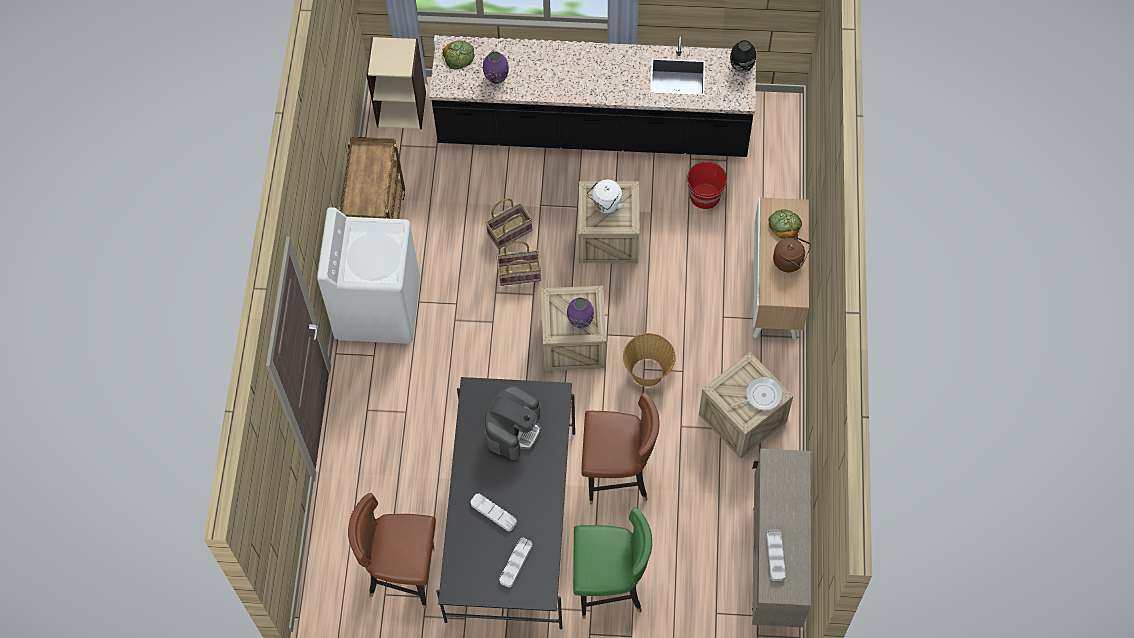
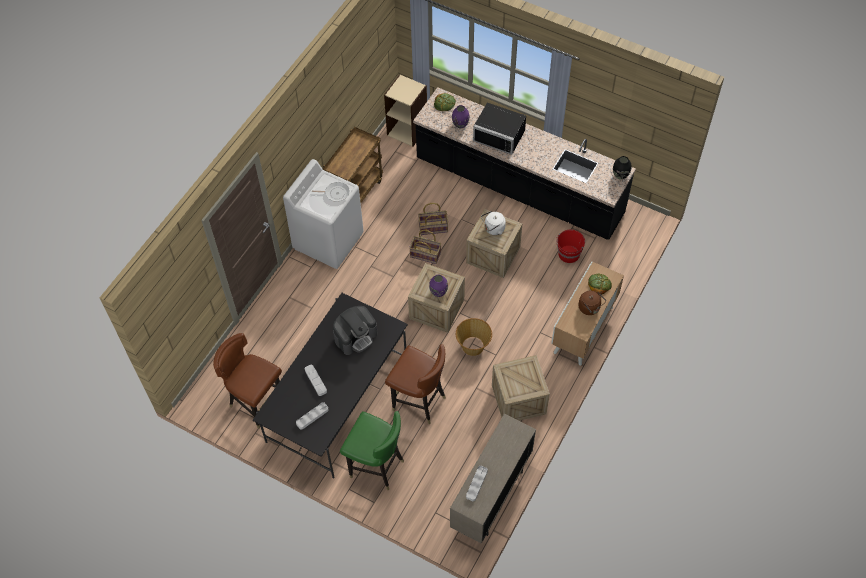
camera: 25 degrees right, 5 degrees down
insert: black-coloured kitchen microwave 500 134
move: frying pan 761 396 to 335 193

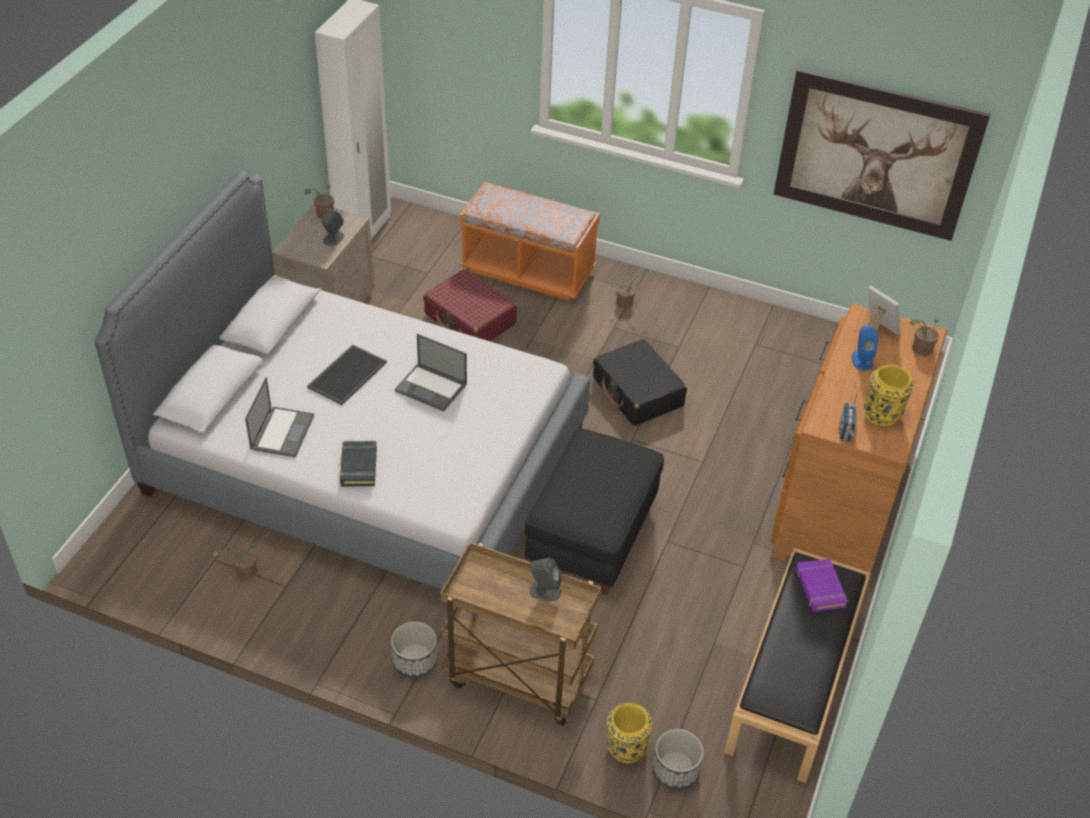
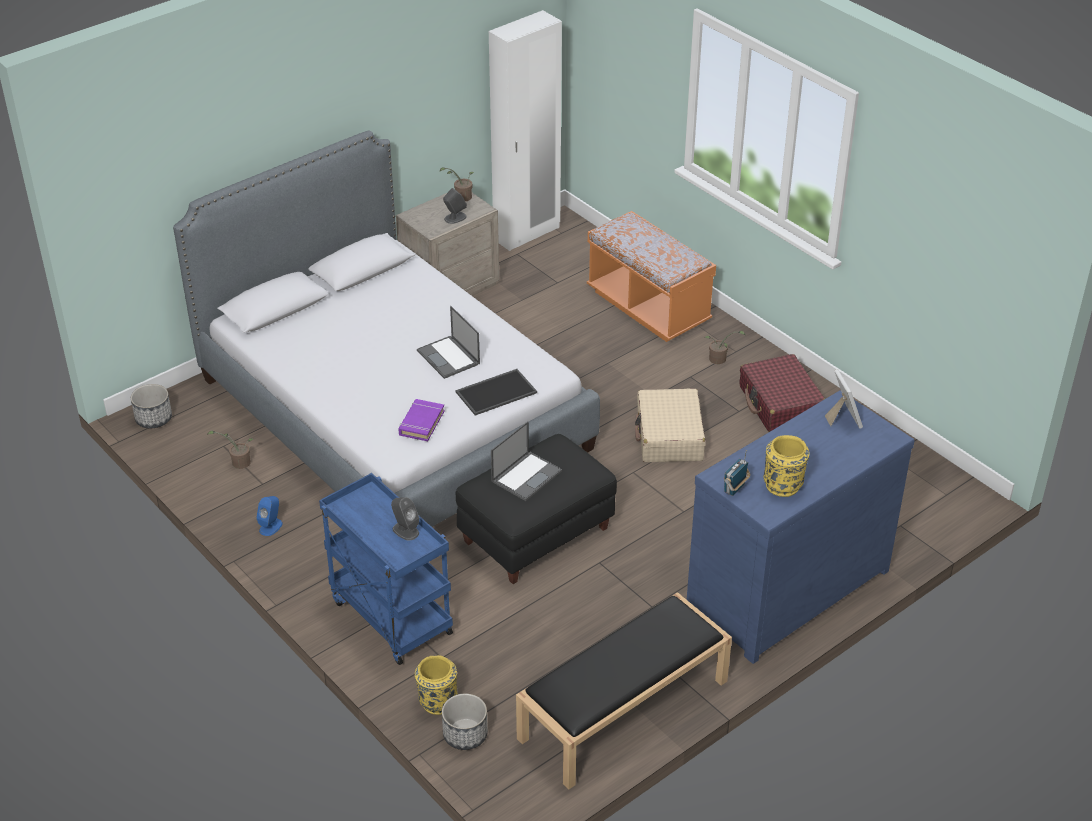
camera: 30 degrees right, 5 degrees down
delete: black-coloured bound book 358 466; wall picture 876 155; potted plant 919 349
move: flower pot 415 661 to 154 418; blue-coloured speaker 862 360 to 271 526; purple bound book 820 588 to 421 423; carrying tray 346 374 to 496 391; portable computer 282 431 to 527 475; reddish travel case 470 319 to 780 404
recolor: brownish wheeled cart 516 678 to blue-coloured wheeled cart 389 616; black-coloured travel case 637 392 to sand-coloured travel case 669 436; brownish drawer chest 837 502 to blue-coloured drawer chest 784 587

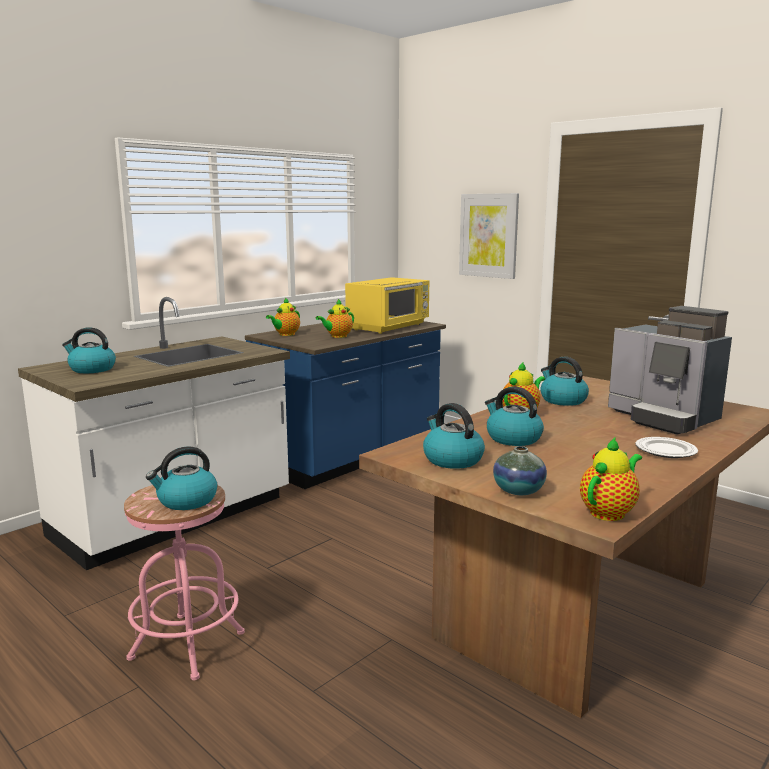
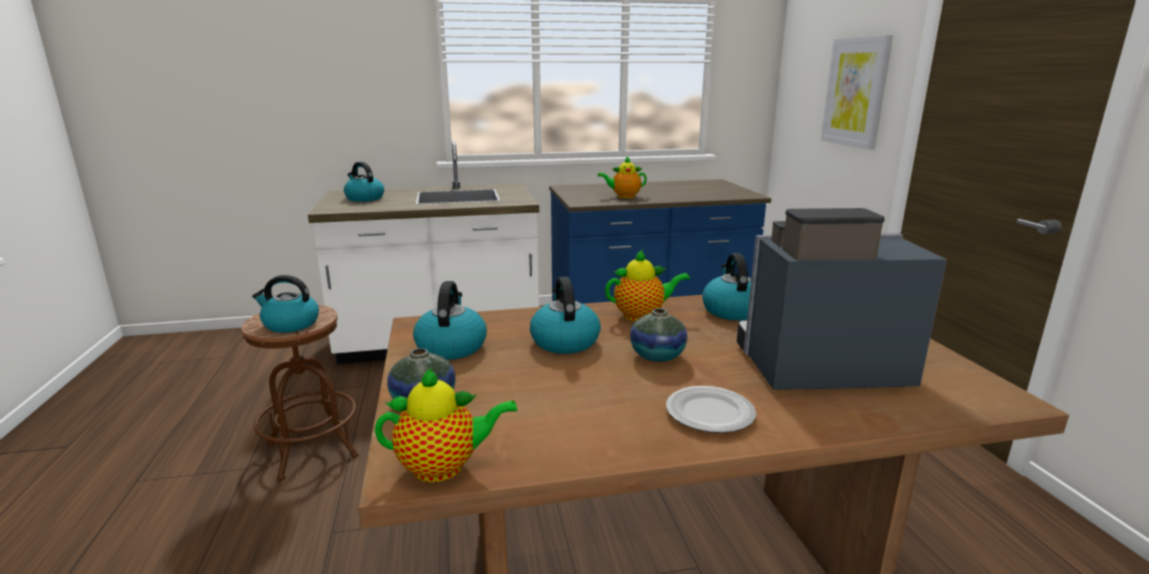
camera: 35 degrees right, 5 degrees up
delete: tea pot 285 334; yellowish kitchen microwave 389 327
insert: decorative vase 657 356
recolor: pinkish sitting stool 187 645 to brownish sitting stool 312 450
rotate: coffee maker 663 418 = 815 368 90 degrees clockwise

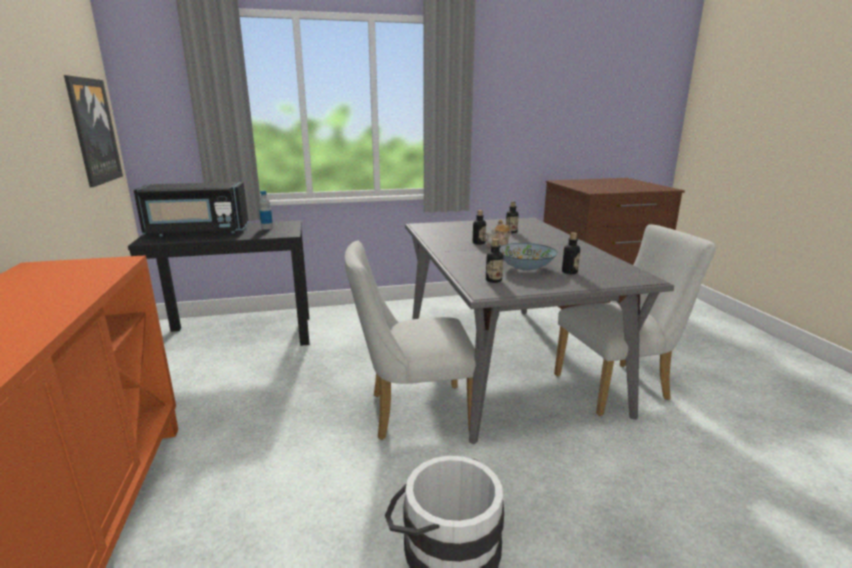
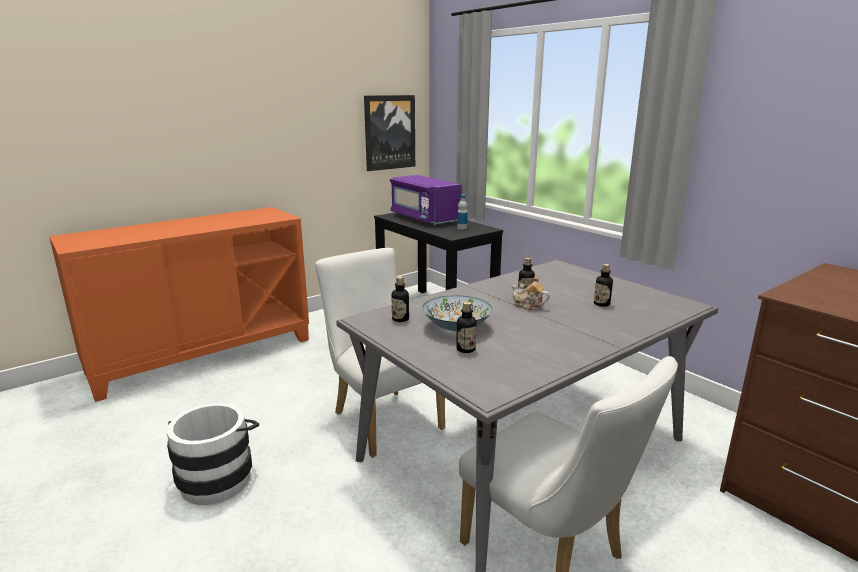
camera: 65 degrees right, 0 degrees up
recolor: black-coloured kitchen microwave 197 232 to purple kitchen microwave 424 218

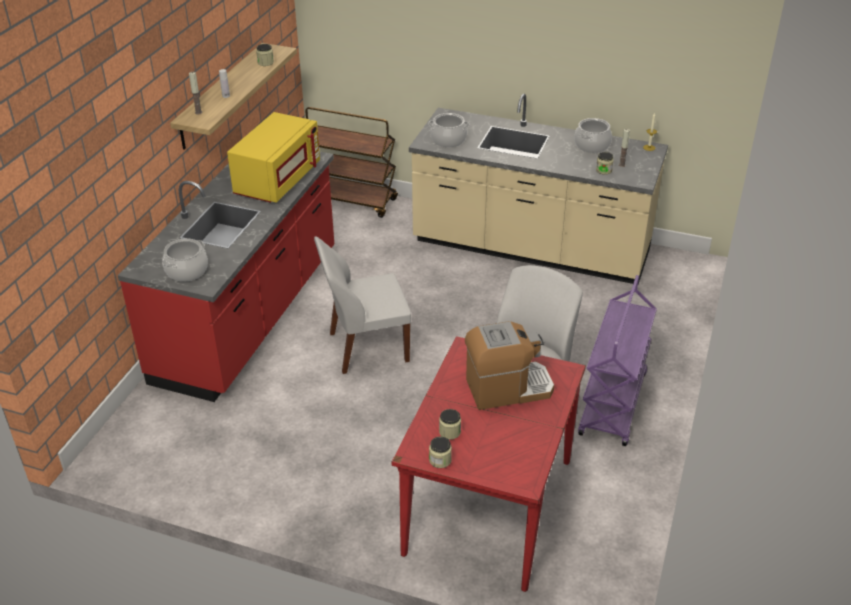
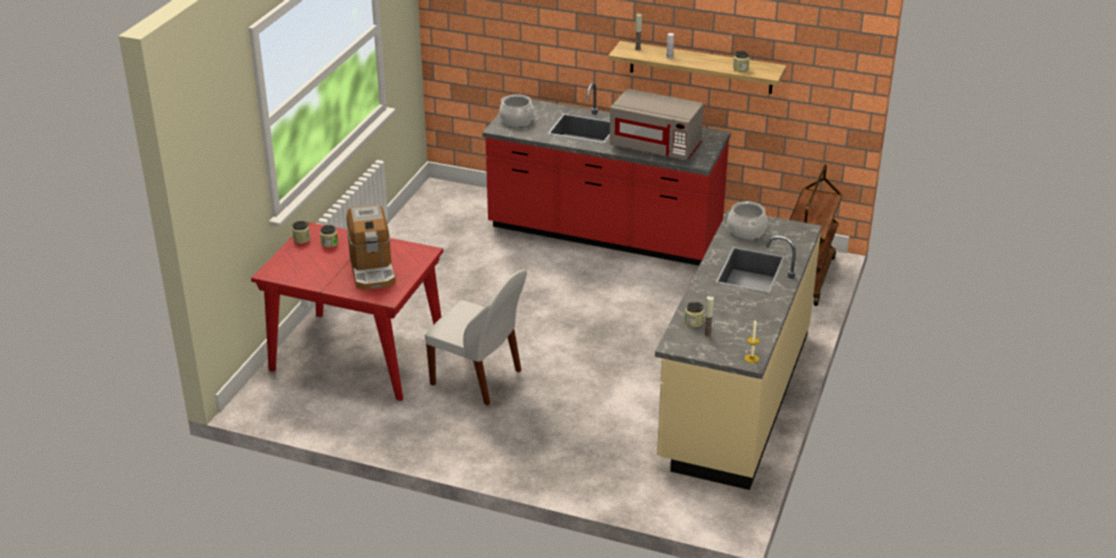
camera: 90 degrees right, 5 degrees down
delete: white chair 366 347; saucepot 592 145; purple wheeled cart 613 405
recolor: yellowish kitchen microwave 277 180 to grey kitchen microwave 656 147

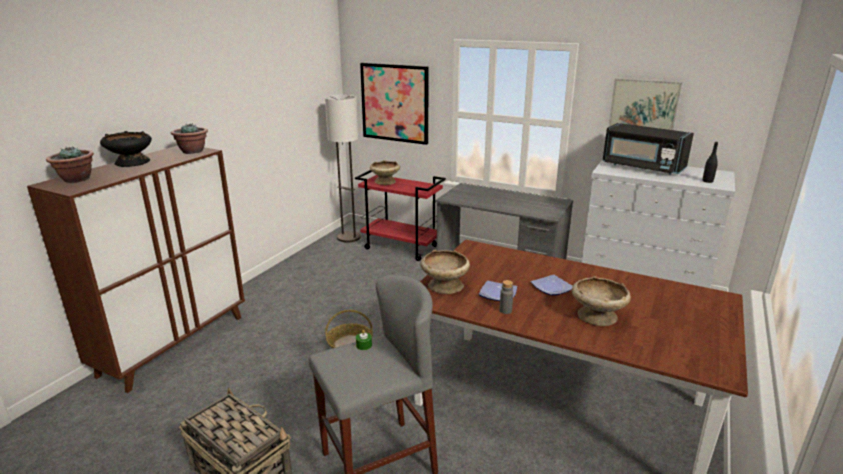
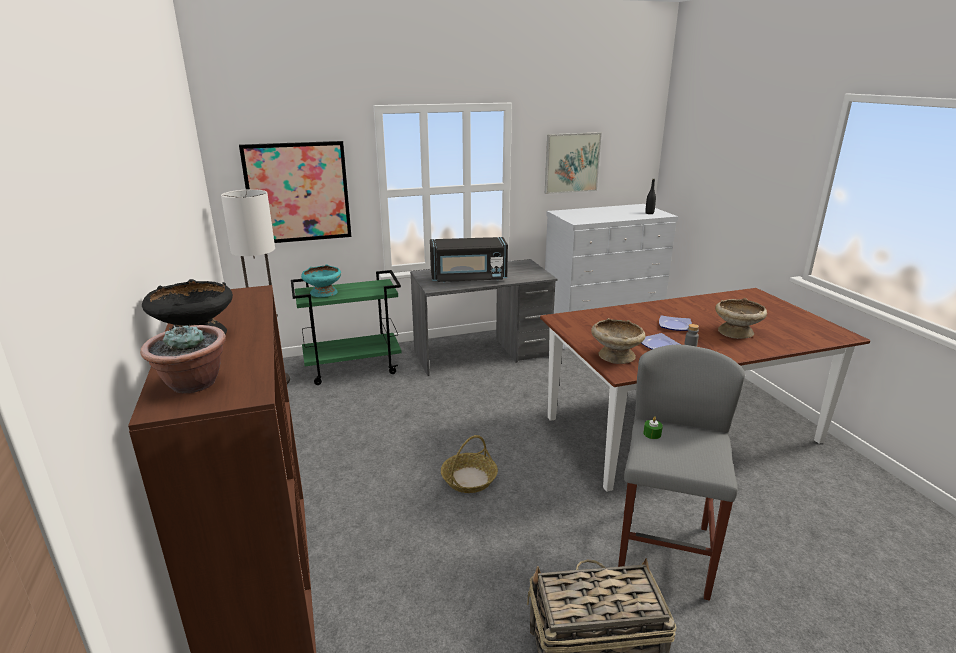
camera: 45 degrees left, 0 degrees up
delete: potted plant 192 151
move: black-coloured kitchen microwave 642 167 to 468 278
recolor: reddish wheeled cart 402 247 to green-coloured wheeled cart 354 368; sand-coloured serving bowl 385 181 to turquoise serving bowl 323 292

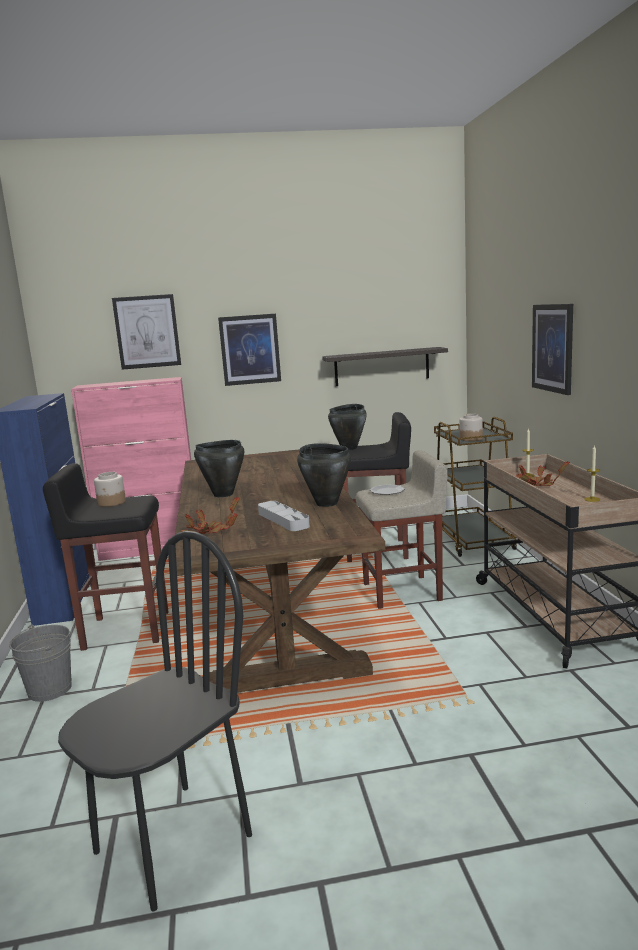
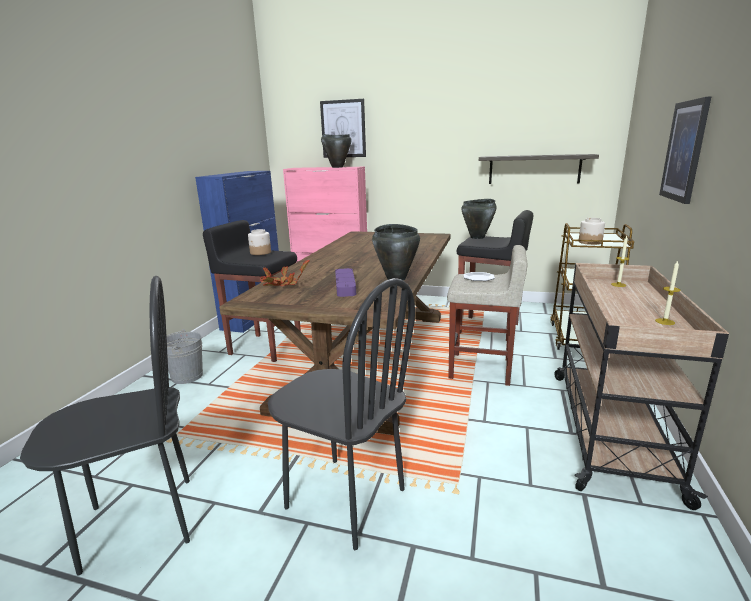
camera: 25 degrees right, 5 degrees up
delete: wall picture 250 349; potted plant 536 486
insert: black-coloured chair 345 499
move: black-coloured saucepot 223 494 to 337 167
recolor: grey carrying tray 283 520 to purple carrying tray 345 285

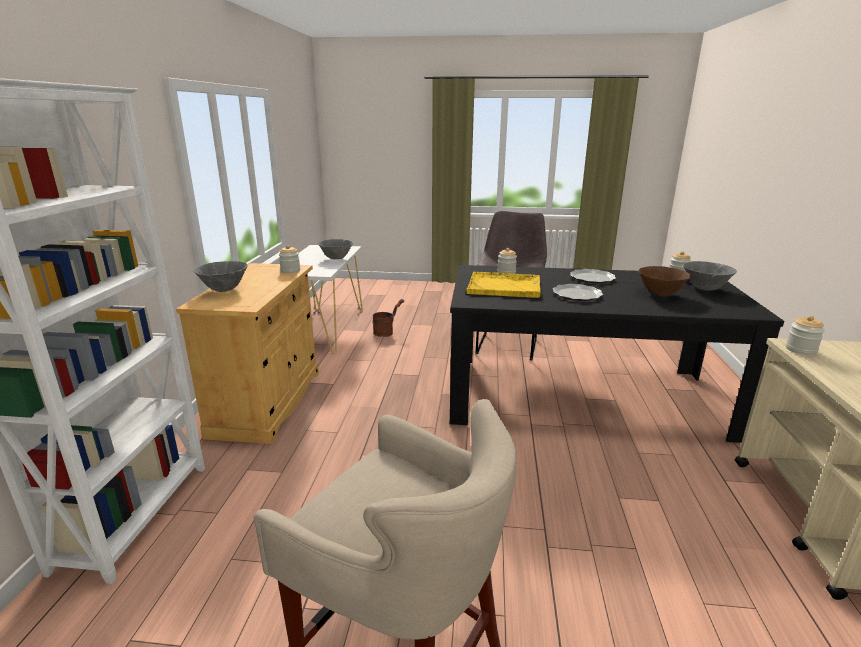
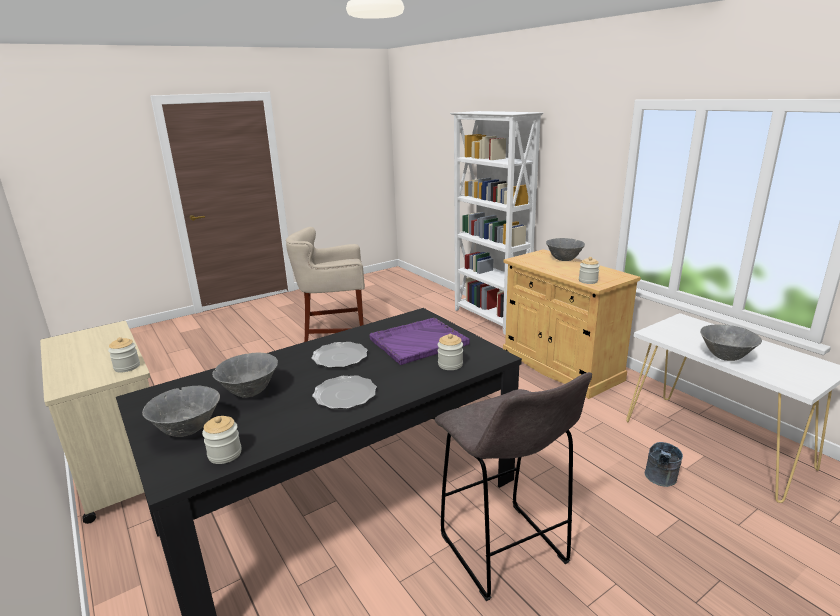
camera: 140 degrees right, 0 degrees up
recolor: brownish serving bowl 660 294 to grey serving bowl 250 392; yellowish carrying tray 505 286 to purple carrying tray 418 342; brownish bucket 387 333 to grey bucket 660 480

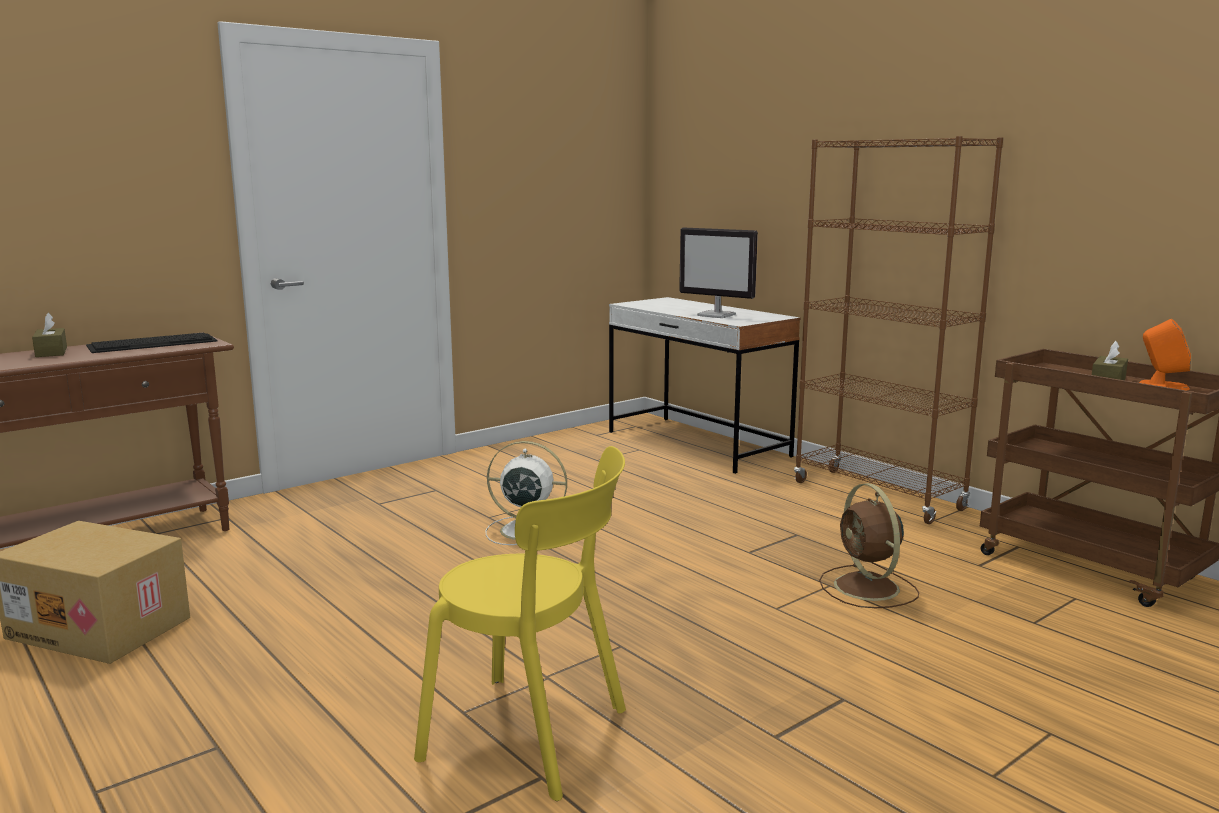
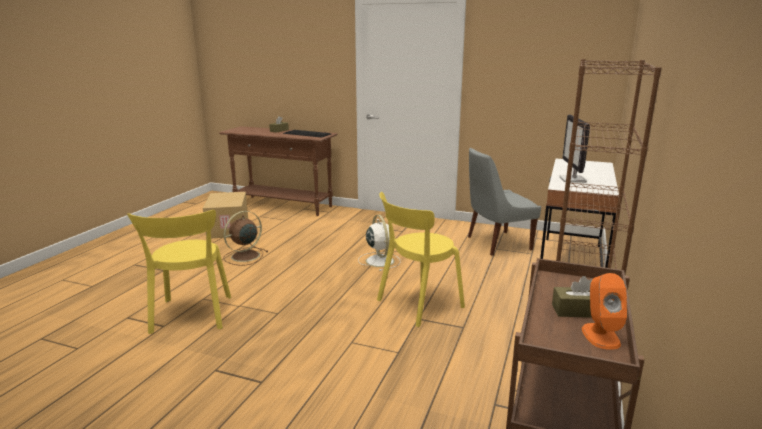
camera: 60 degrees right, 5 degrees up
insert: yellowish chair 417 305; grey chair 496 243
move: brownish fan 868 588 to 244 256

